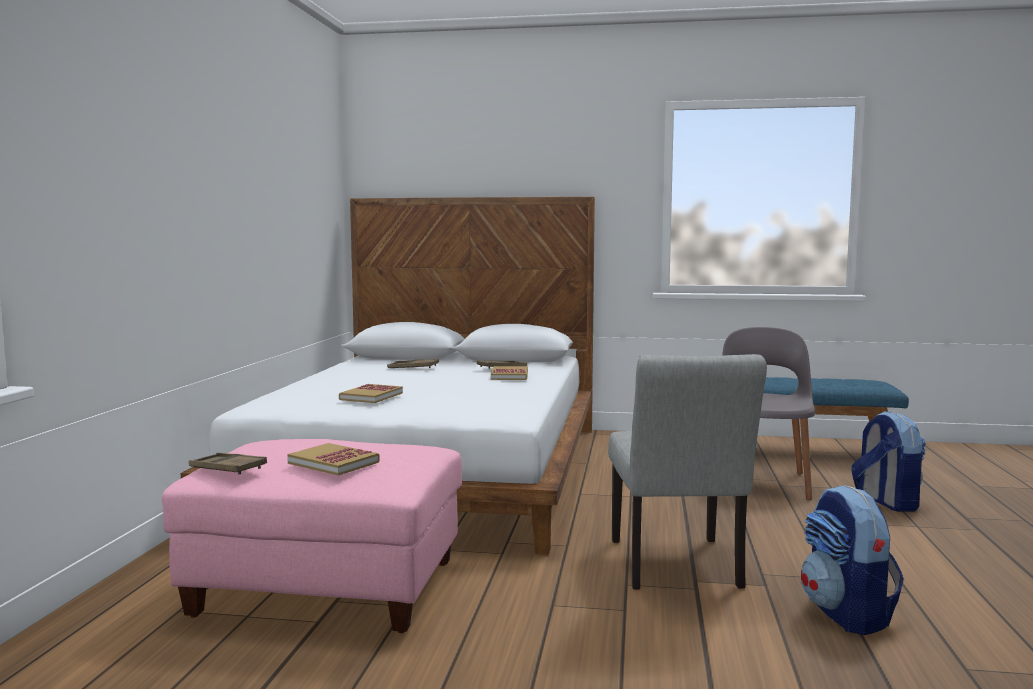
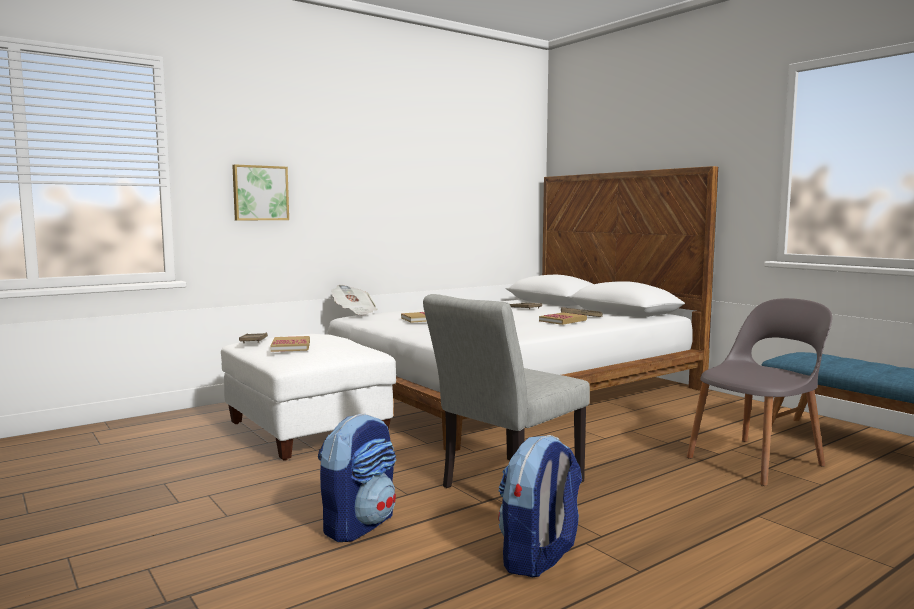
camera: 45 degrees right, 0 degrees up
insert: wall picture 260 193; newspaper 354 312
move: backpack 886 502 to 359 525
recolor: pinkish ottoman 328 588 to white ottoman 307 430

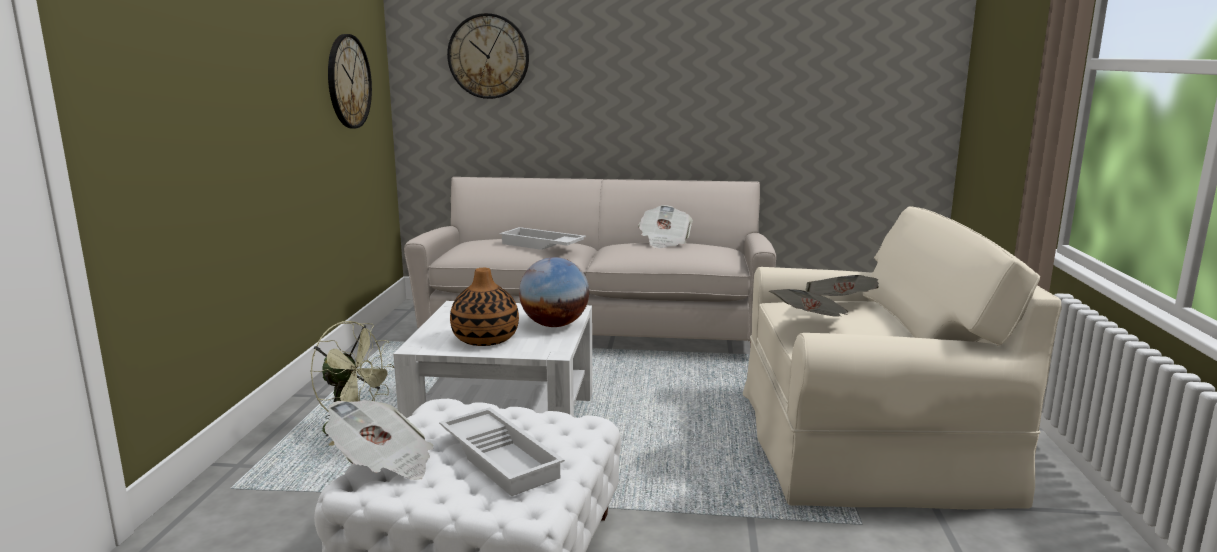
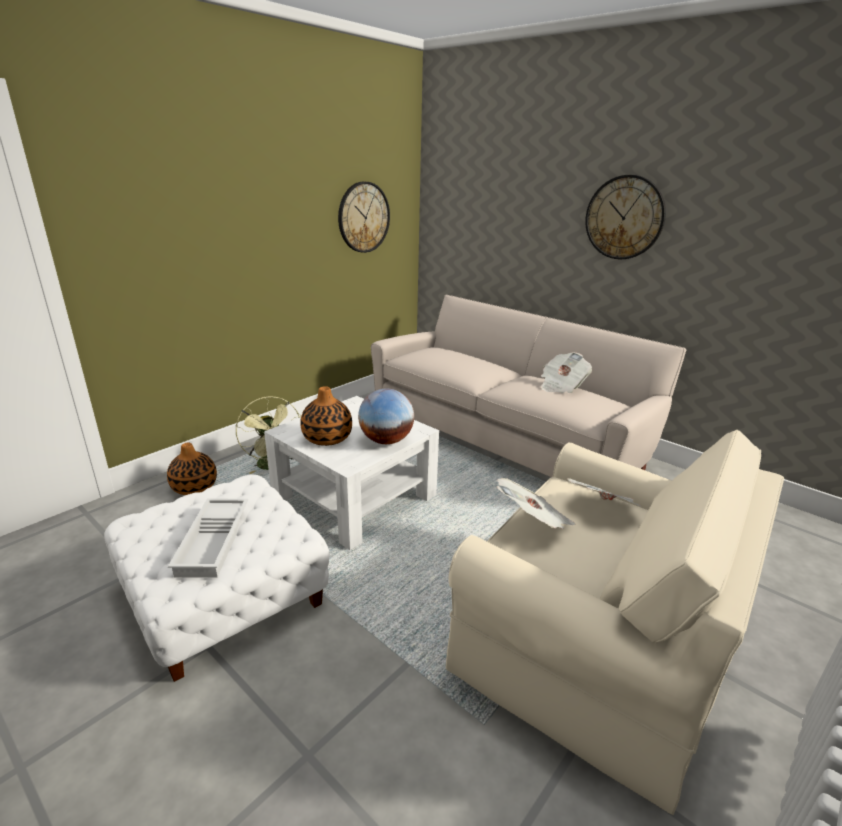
camera: 35 degrees right, 10 degrees up
delete: newspaper 384 464; white carrying tray 541 245
insert: decorative vase 194 487
move: hanging clock 488 56 to 624 217

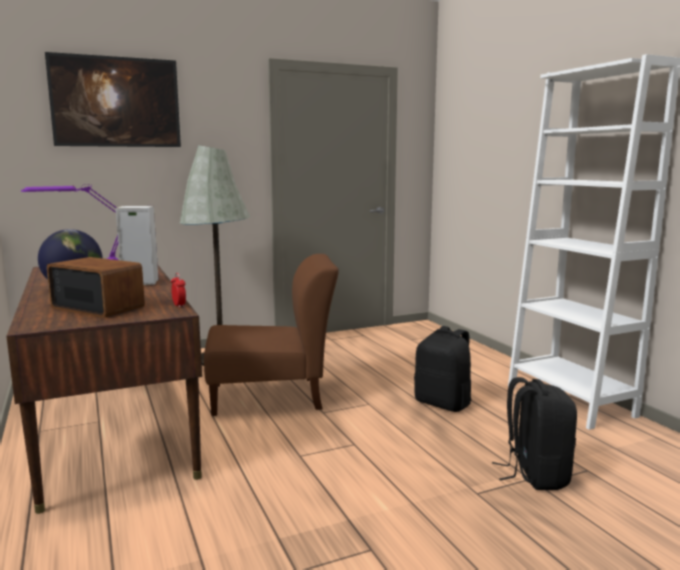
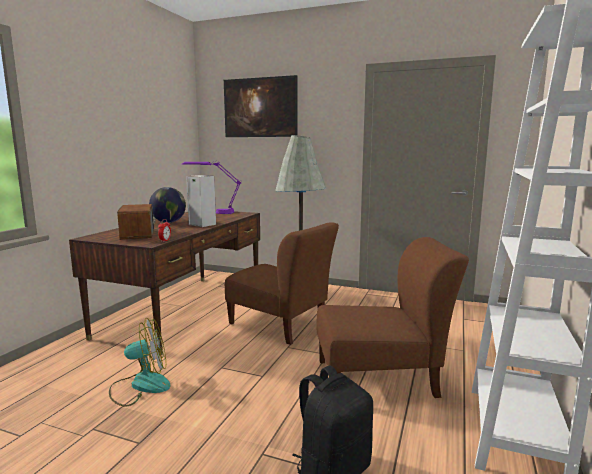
camera: 45 degrees right, 0 degrees up
insert: fan 141 385
replace: black-coloured backpack 443 403 to brownish chair 381 378

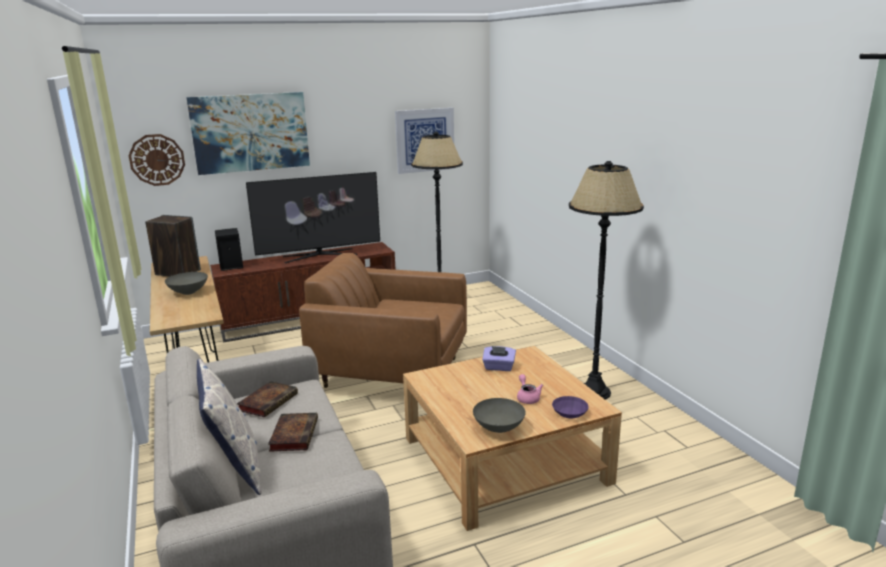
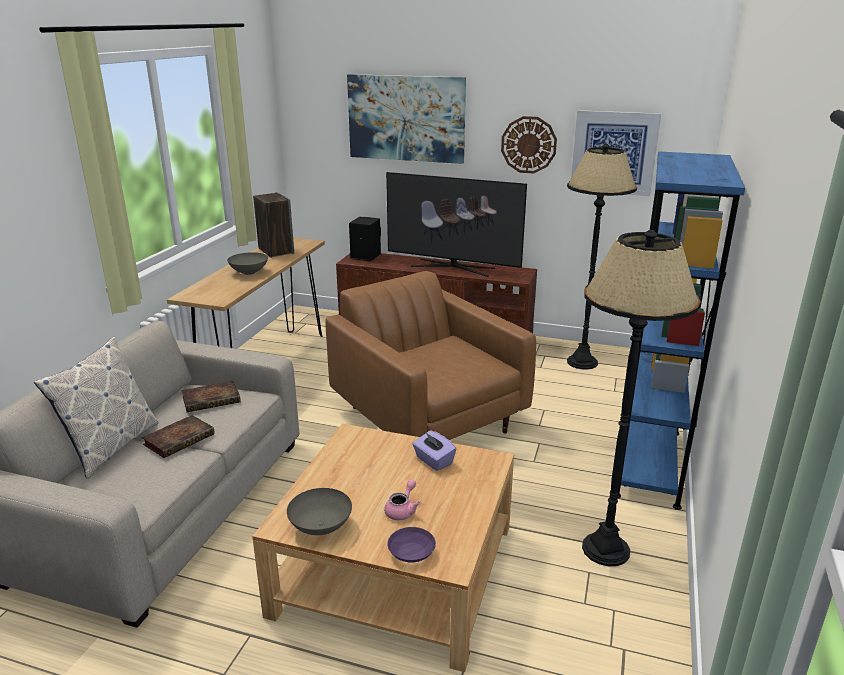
camera: 40 degrees right, 5 degrees up
insert: blue-coloured shelving unit 648 462
move: hanging clock 157 160 to 528 145

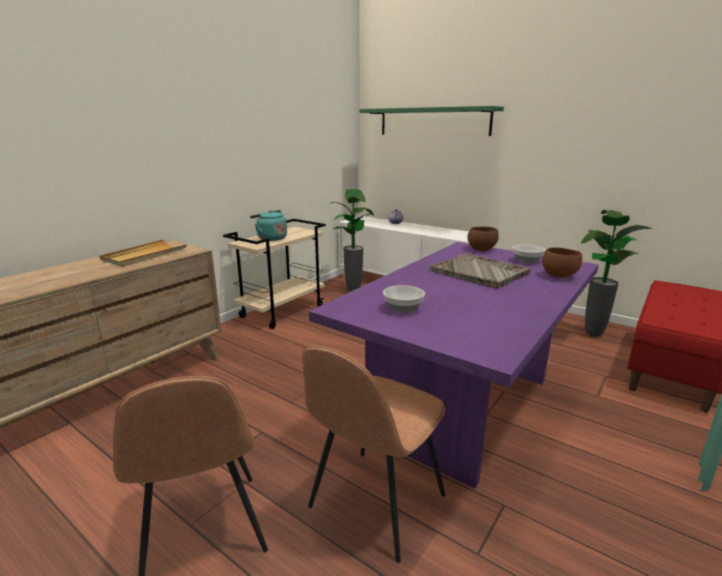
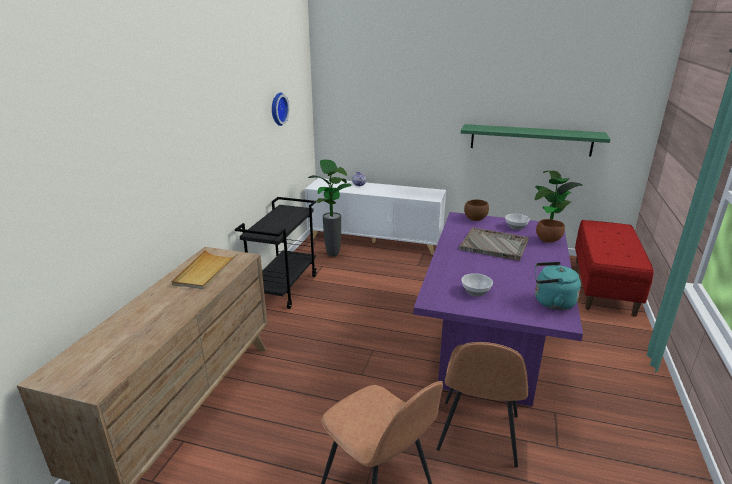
camera: 20 degrees left, 5 degrees up
insert: hanging clock 277 109
move: green-coloured bracket shelf 433 121 to 530 140; turquoise kettle 270 238 to 551 302
recolor: sand-coloured wheeled cart 282 311 to black-coloured wheeled cart 284 288

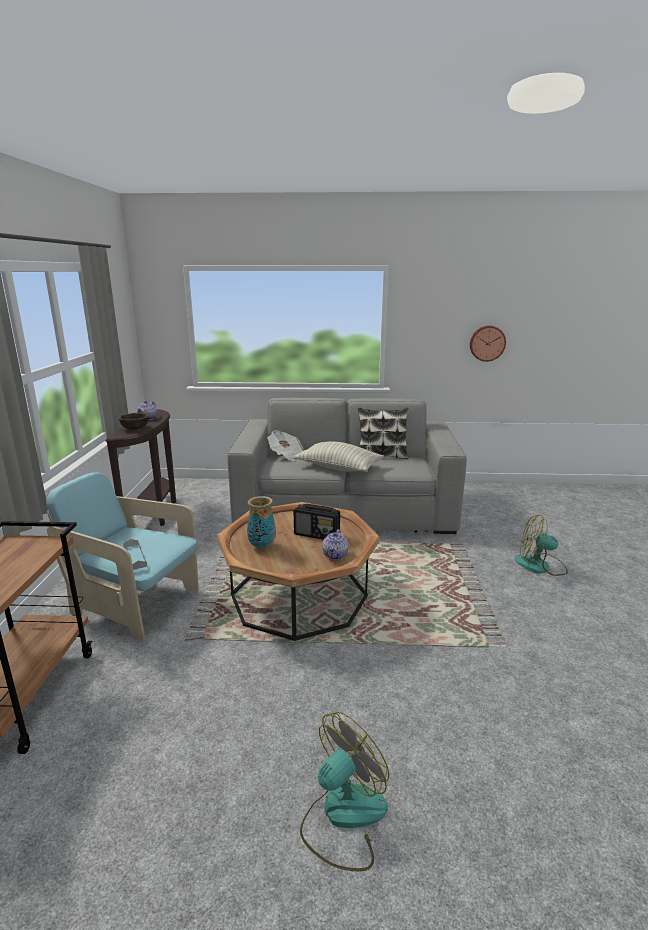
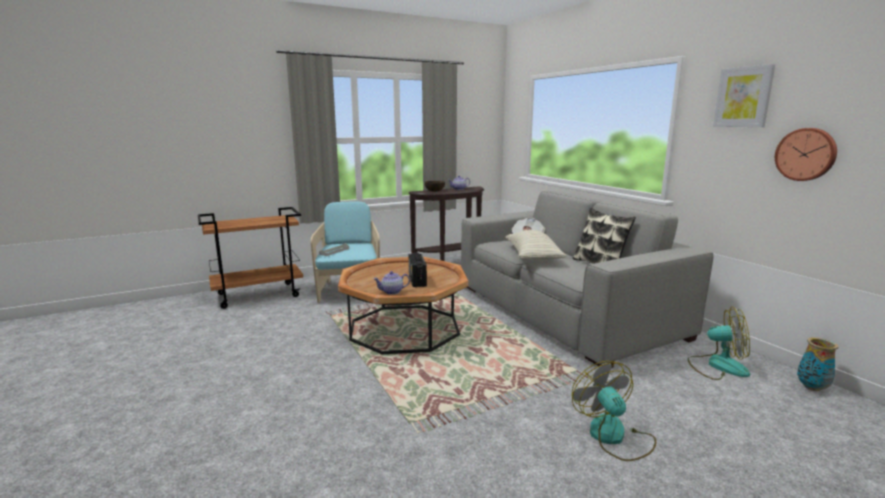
camera: 60 degrees right, 5 degrees down
insert: wall picture 743 97
move: fan 343 817 to 717 366; decorative vase 261 546 to 811 387

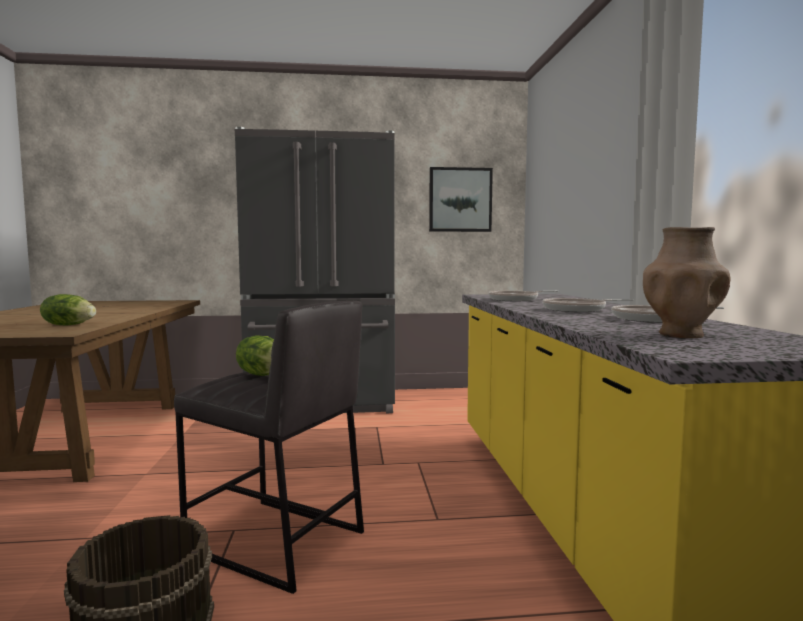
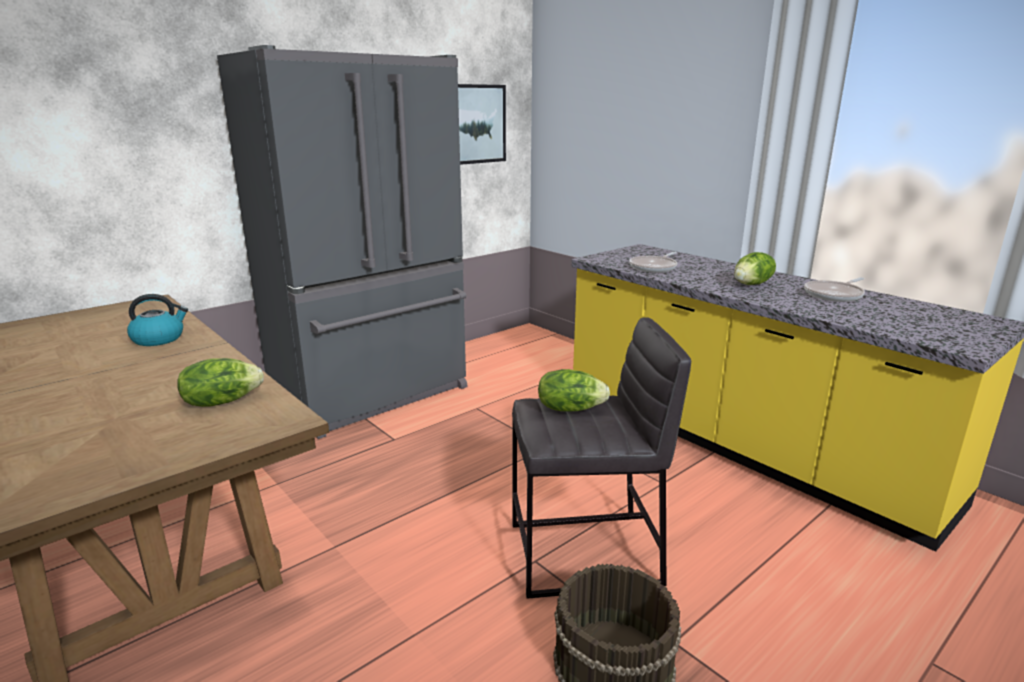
camera: 35 degrees left, 15 degrees up
delete: brownish decorative vase 681 335
insert: kettle 159 339
replace: frying pan 578 310 to lettuce 752 284

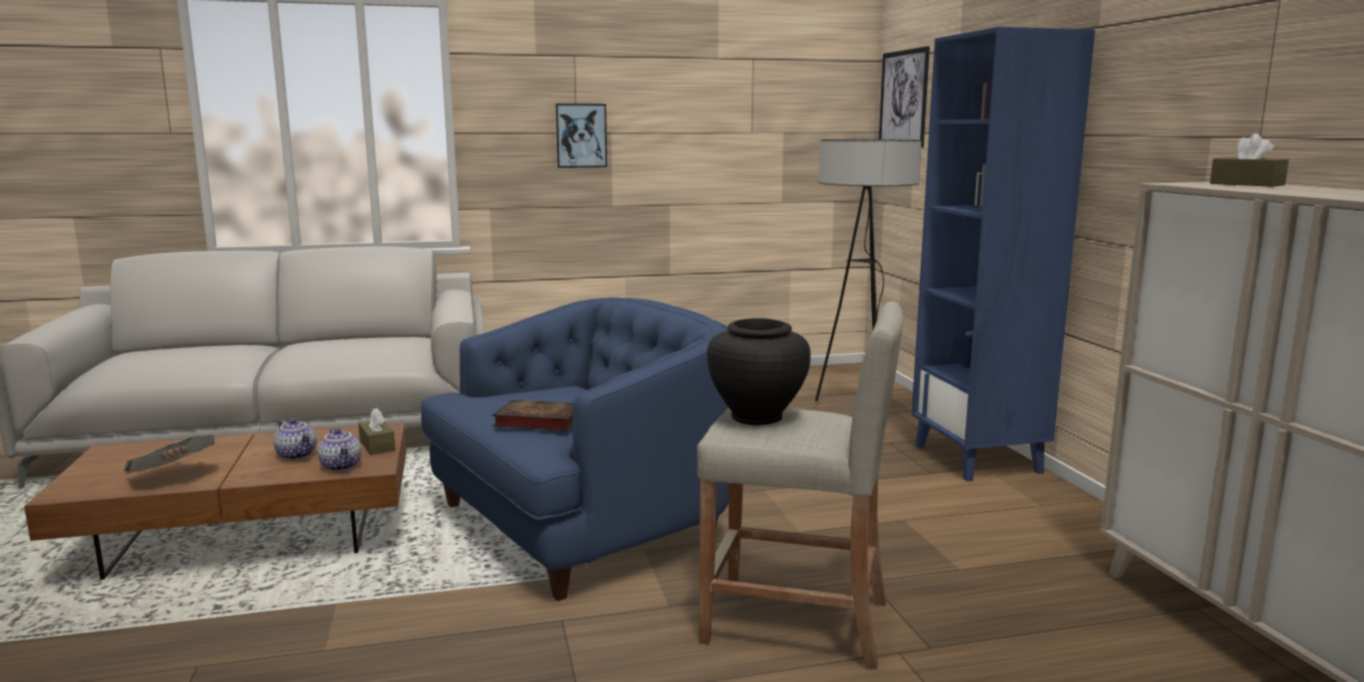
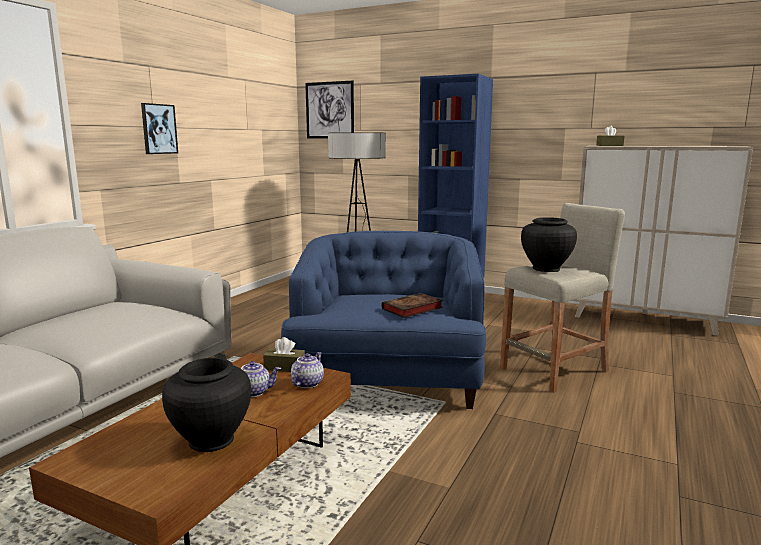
camera: 50 degrees left, 0 degrees up
replace: newspaper 172 476 to black-coloured decorative vase 211 441
rotate: tea pot 342 466 = 307 383 75 degrees counterclockwise

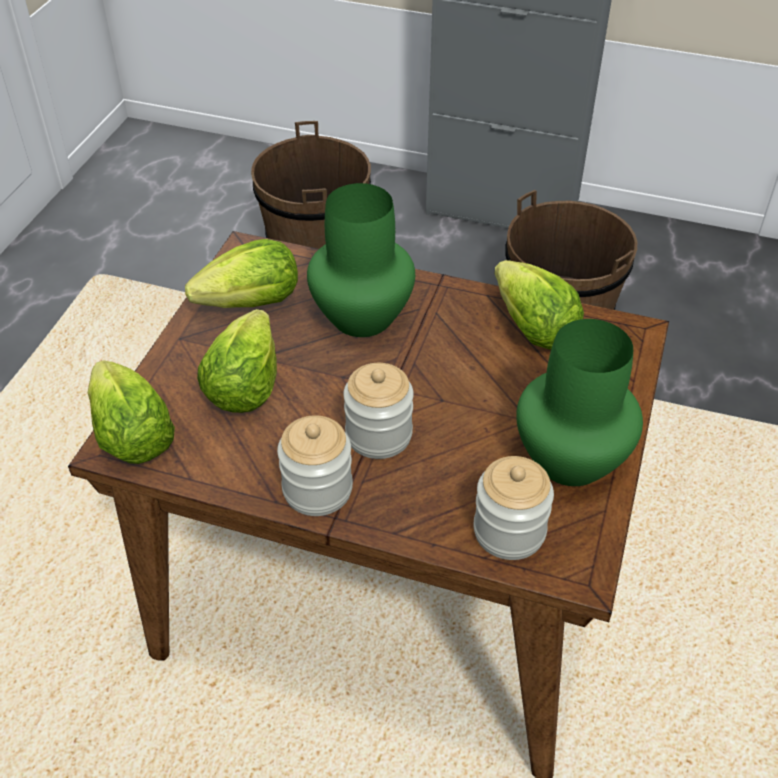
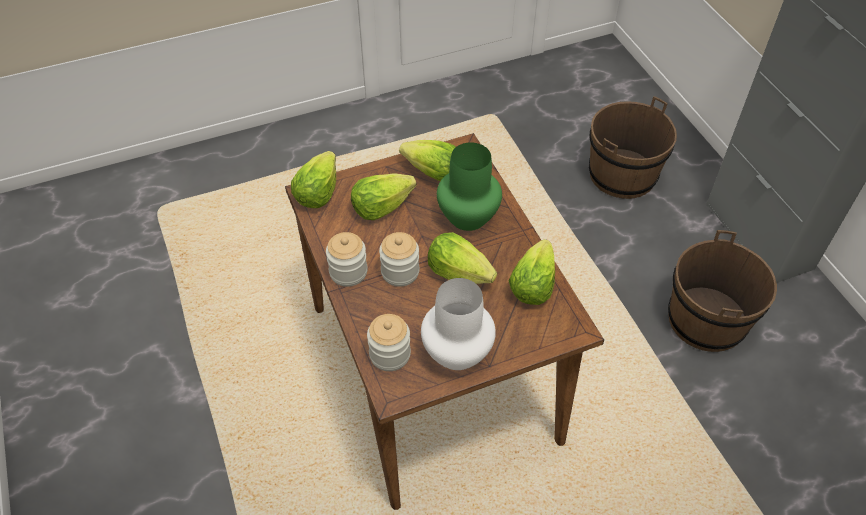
camera: 50 degrees right, 5 degrees up
insert: lettuce 458 272
recolor: green-coloured decorative vase 571 461 to white decorative vase 456 353

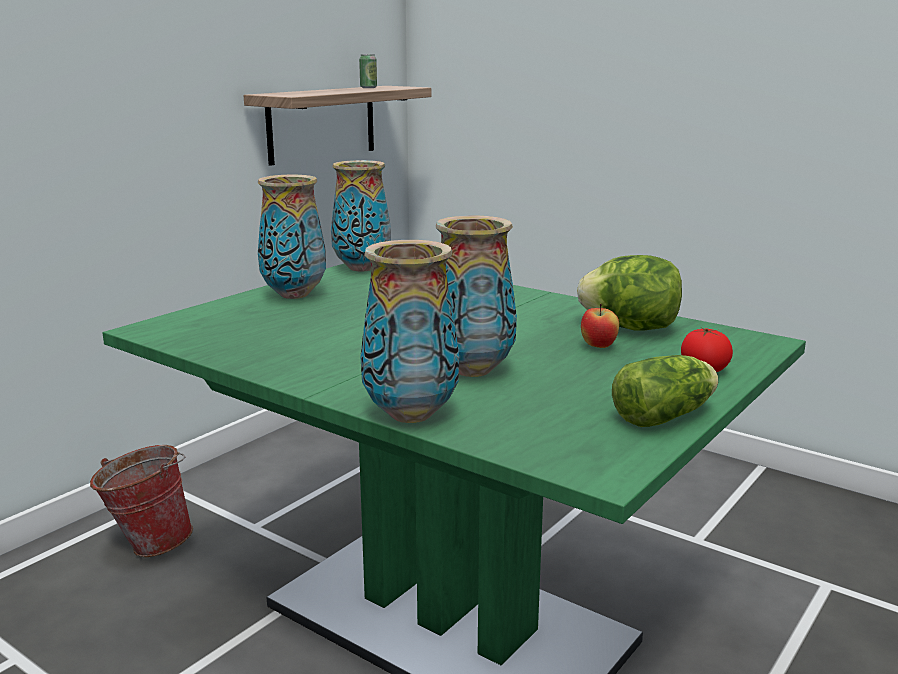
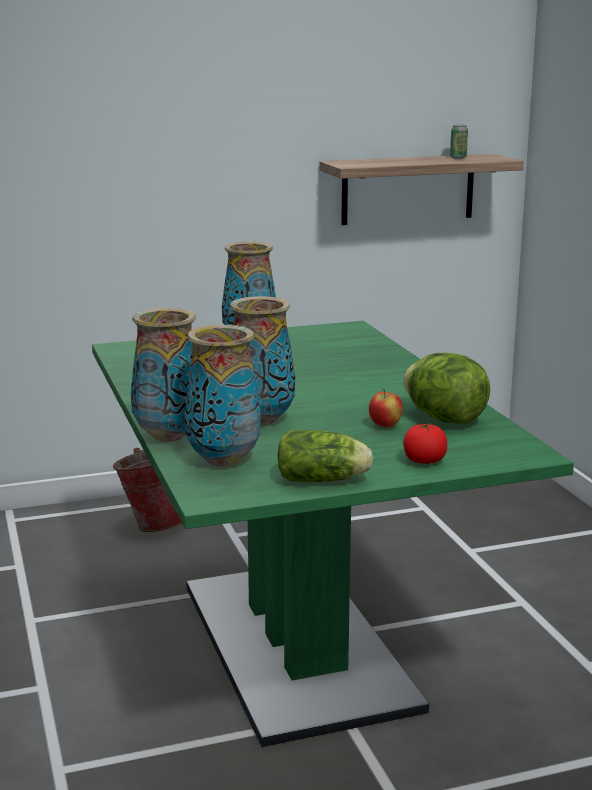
camera: 35 degrees right, 0 degrees up
move: decorative vase 361 268 to 222 460

